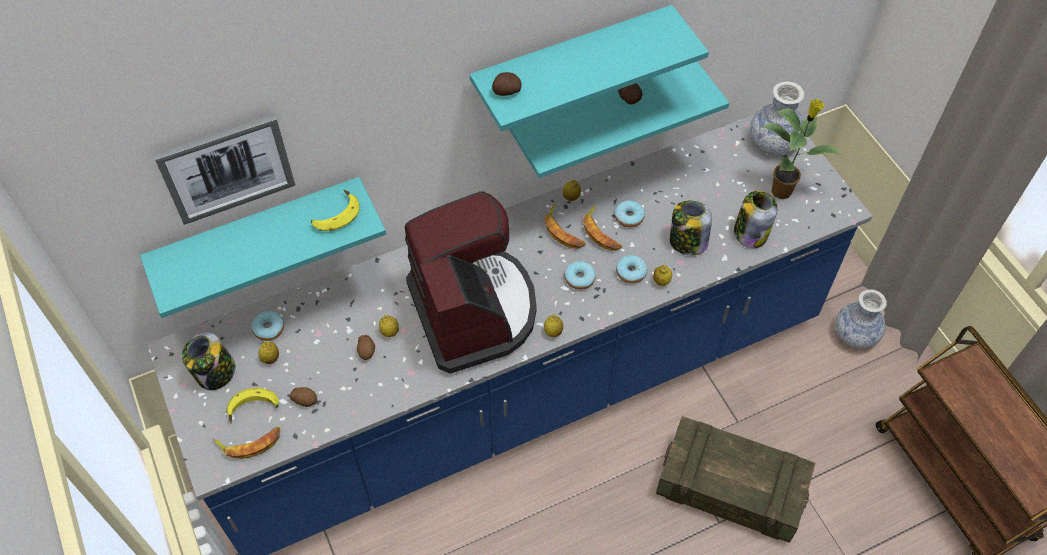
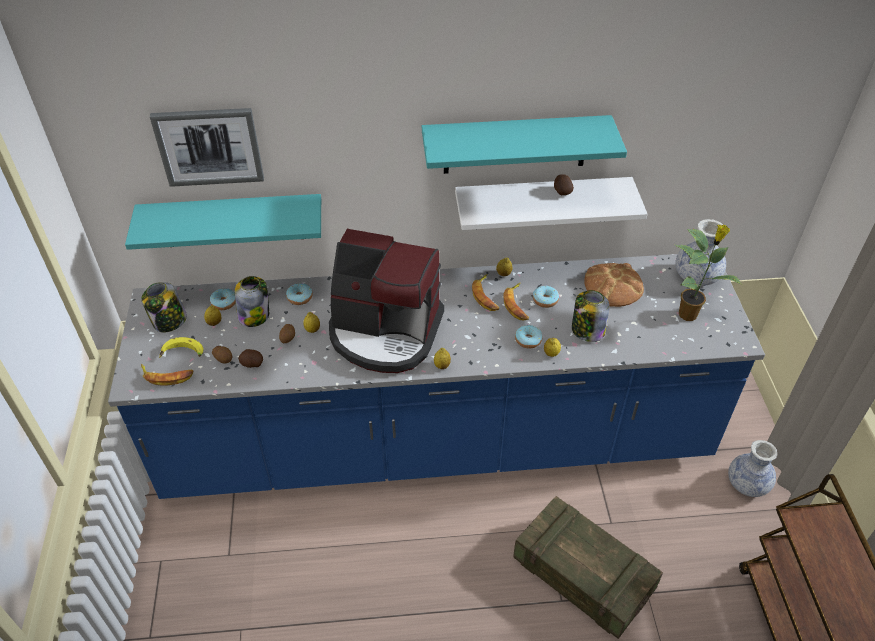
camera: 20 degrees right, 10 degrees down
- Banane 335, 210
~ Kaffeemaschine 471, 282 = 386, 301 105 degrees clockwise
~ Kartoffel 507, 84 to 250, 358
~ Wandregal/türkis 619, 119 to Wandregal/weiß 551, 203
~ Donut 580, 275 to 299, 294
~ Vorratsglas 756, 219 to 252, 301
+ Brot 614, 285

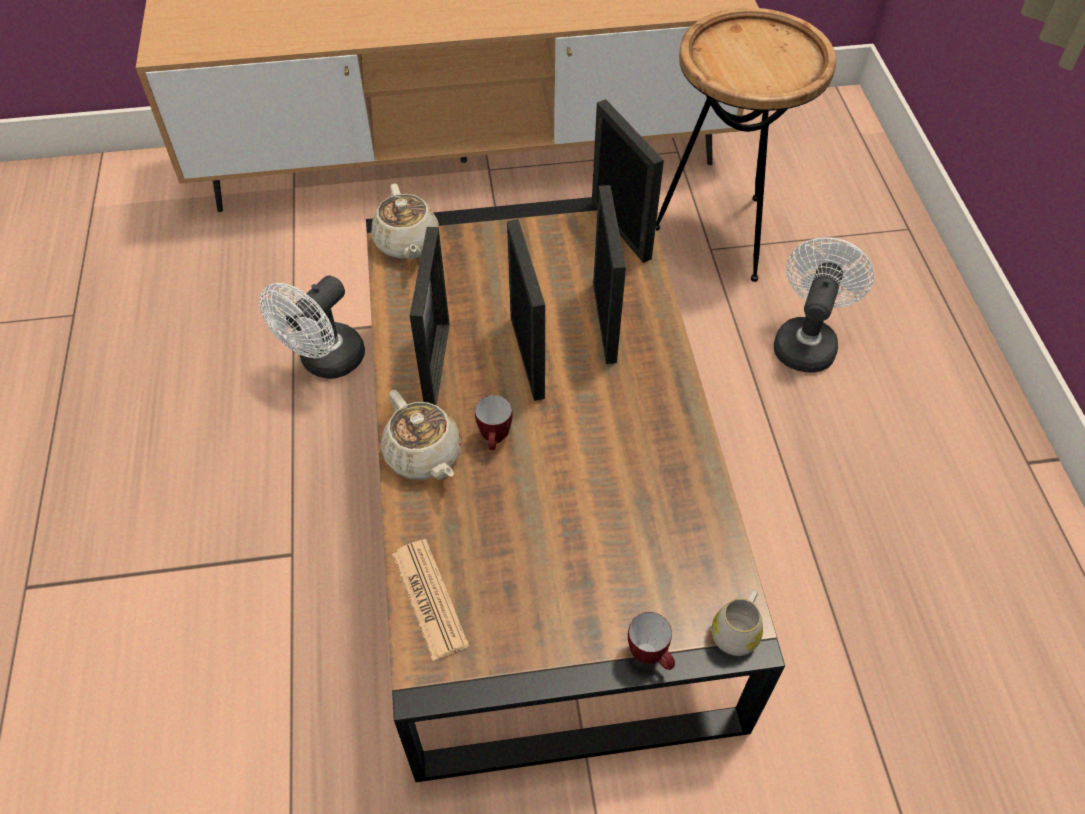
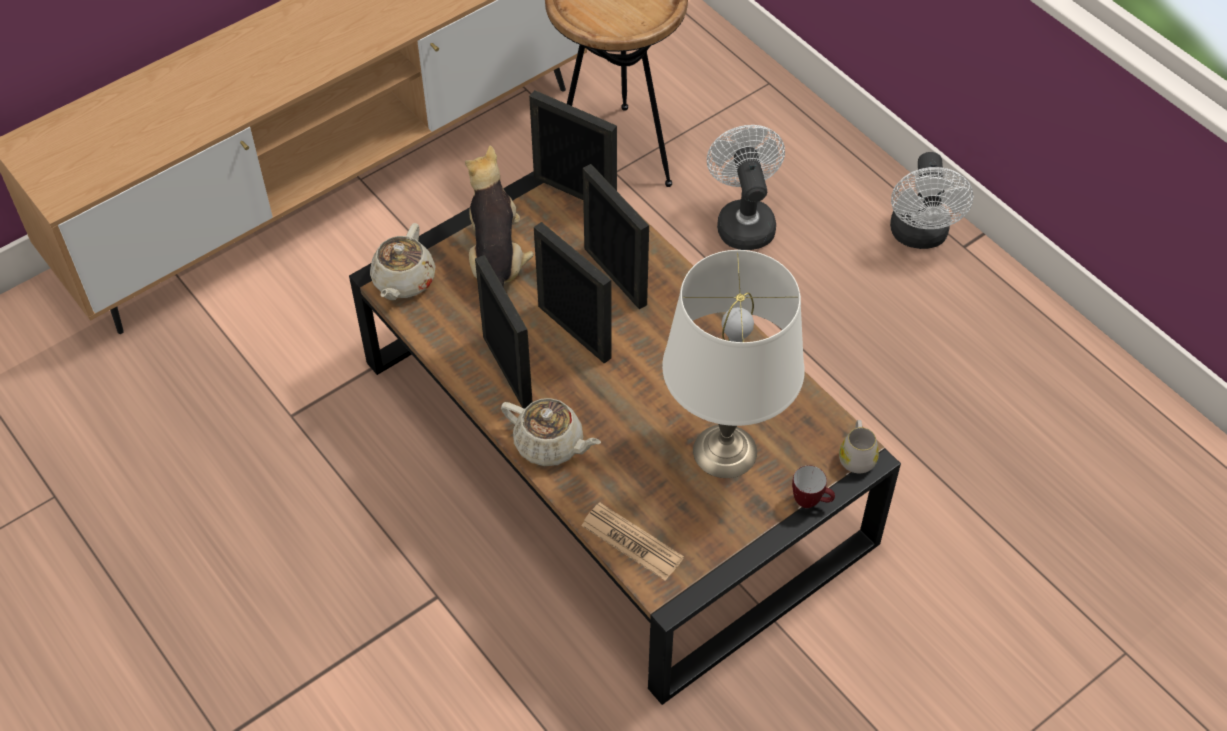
camera: 30 degrees left, 0 degrees up
~ Ventilator/weiß 312, 327 to 932, 200
~ Teekanne/beige 405, 221 = 403, 261 60 degrees clockwise
- Henkelbecher 493, 422
+ Plüschtier 499, 216
+ Tischlampe/weiß 733, 364

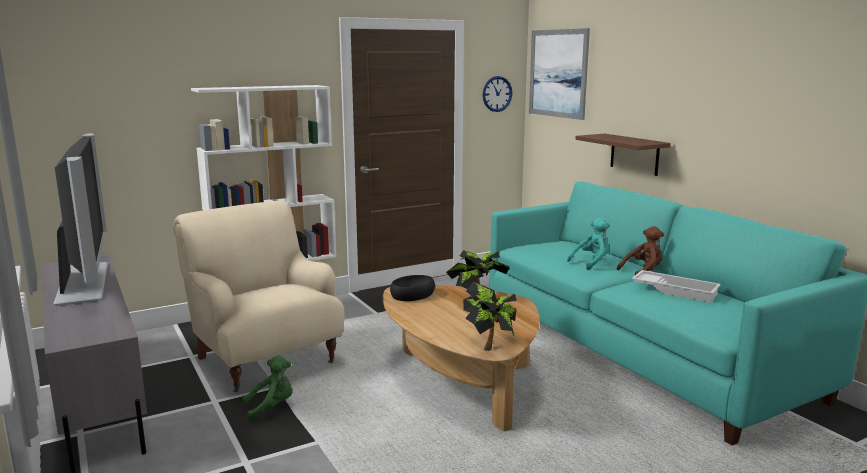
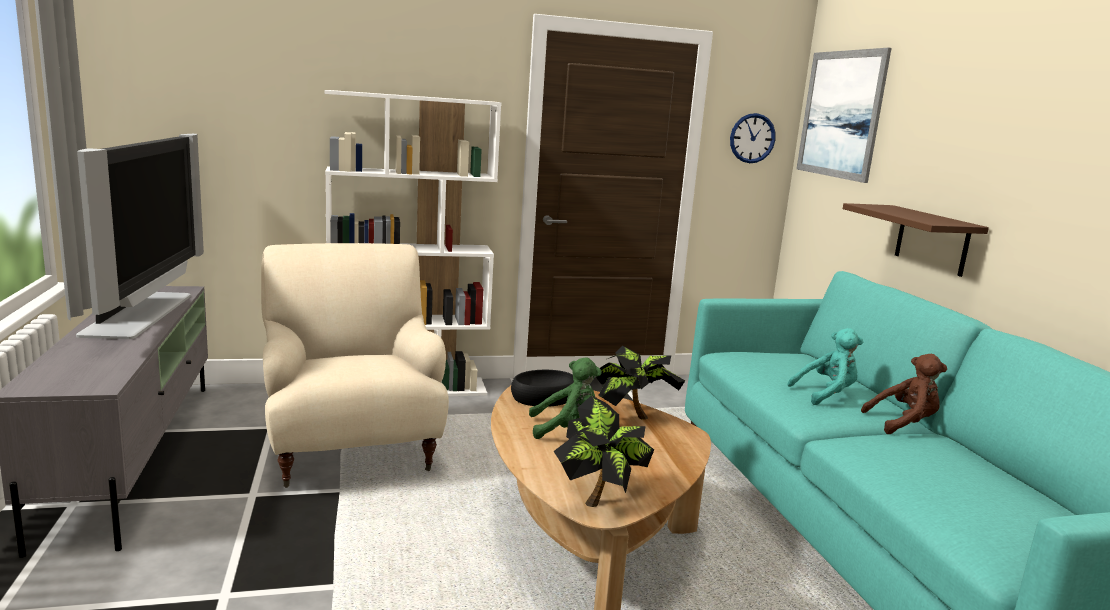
camera: 15 degrees right, 0 degrees up
~ Plüschtier/grün 267, 388 to 565, 398
- Tablett/weiß 676, 286

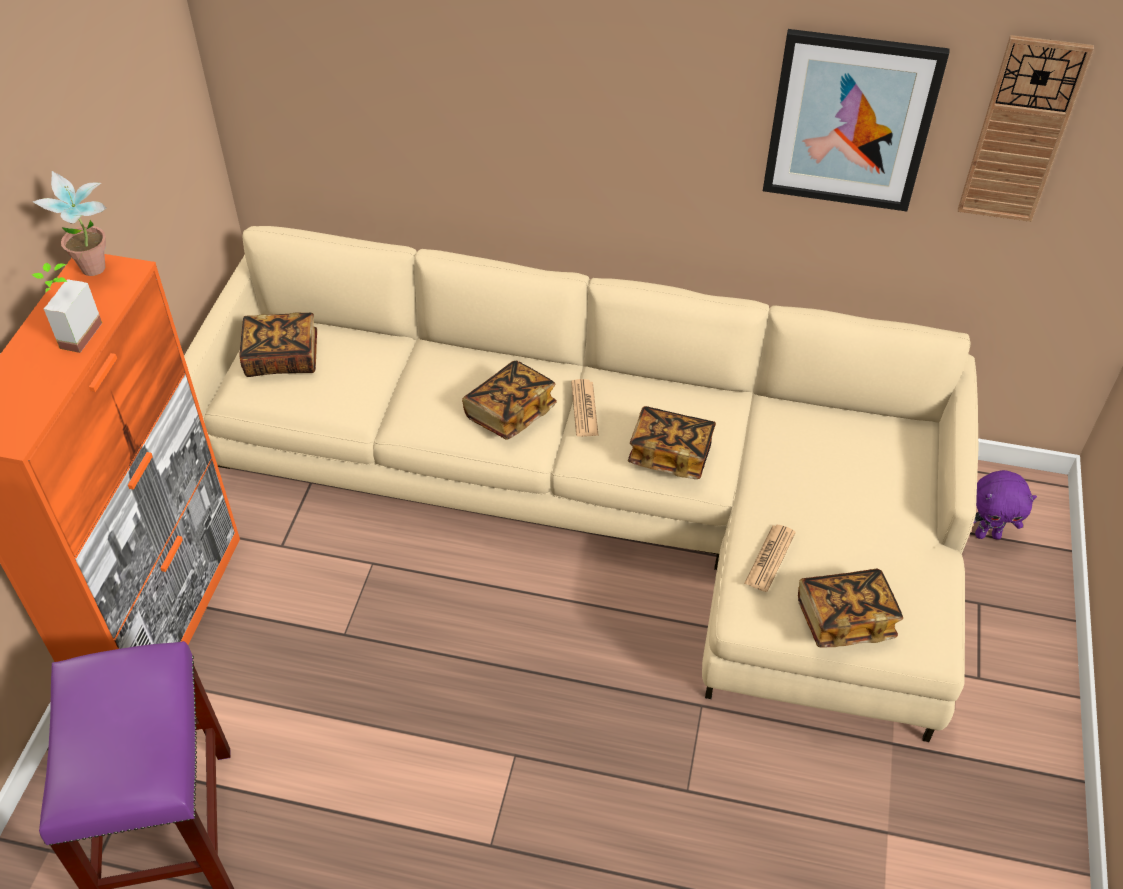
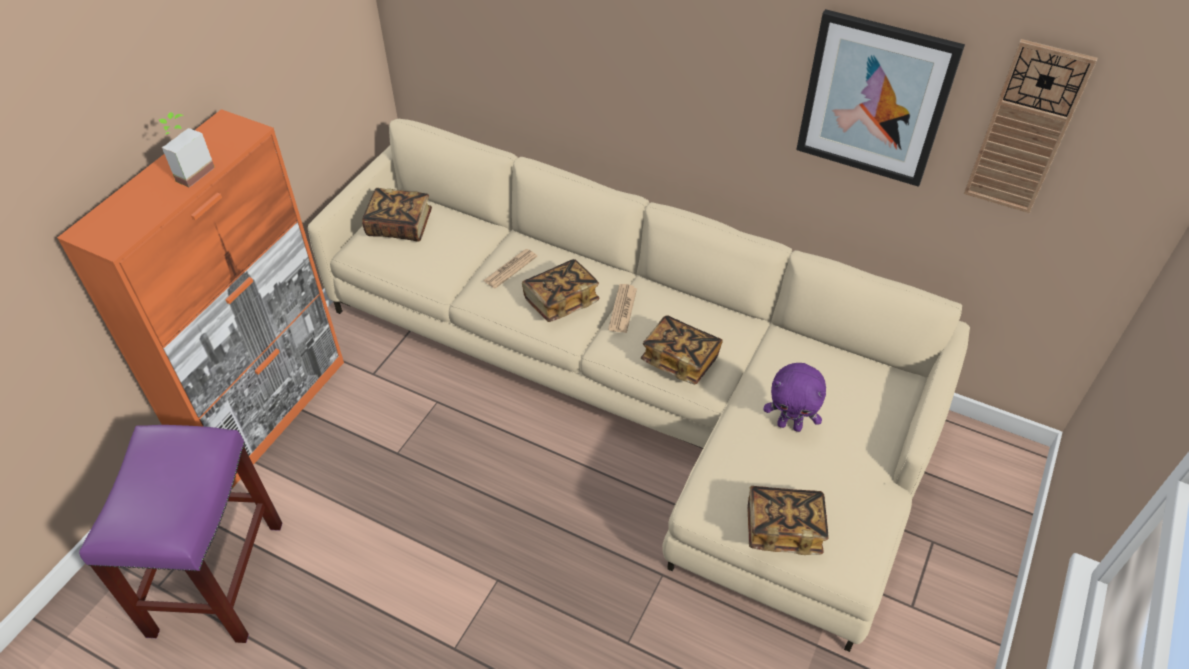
camera: 15 degrees right, 0 degrees up
- Topfpflanze 70, 223
~ Zeitung 770, 558 to 510, 268
~ Plüschtier/lila 1005, 505 to 795, 397

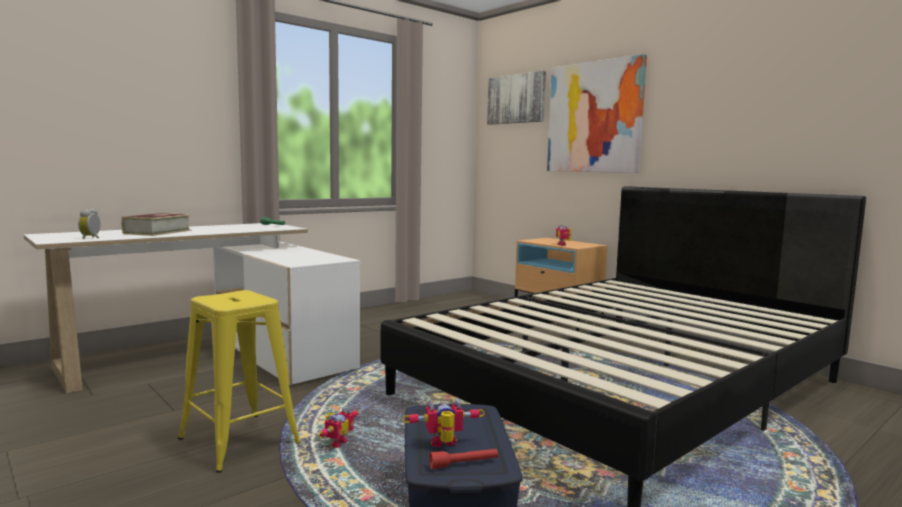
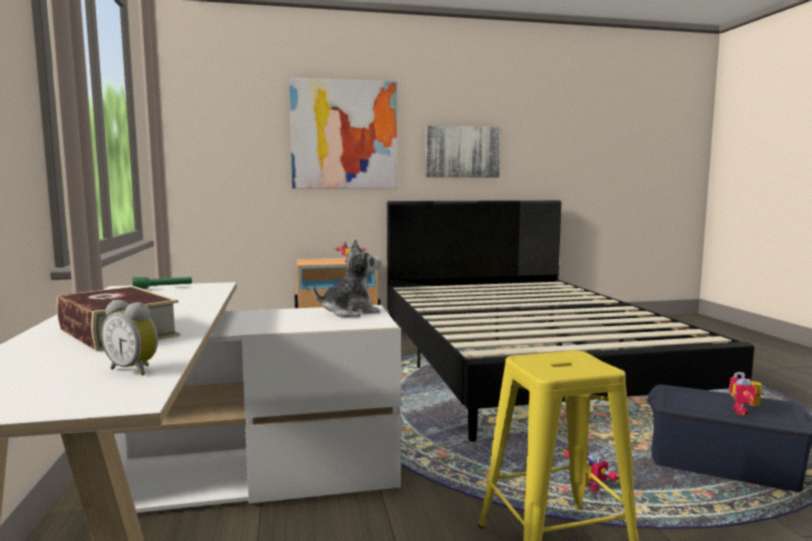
camera: 60 degrees left, 0 degrees up
- Taschenlampe/rot 463, 459
~ Bild 516, 98 to 463, 152
+ Plüschtier 347, 278

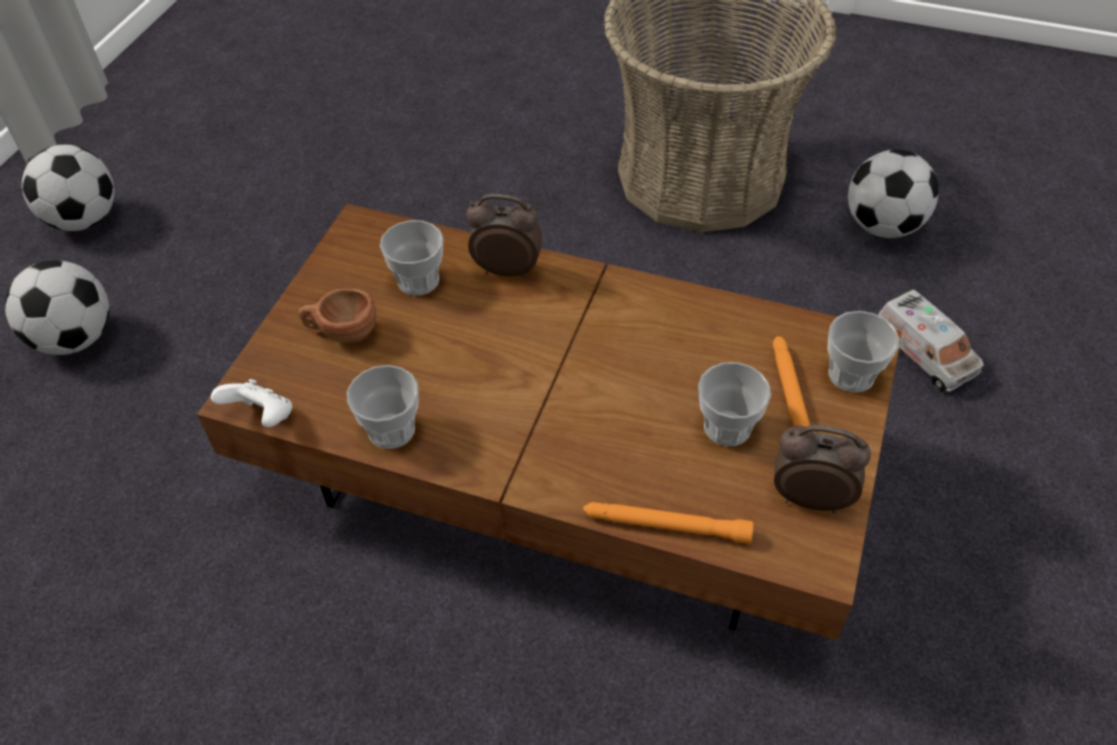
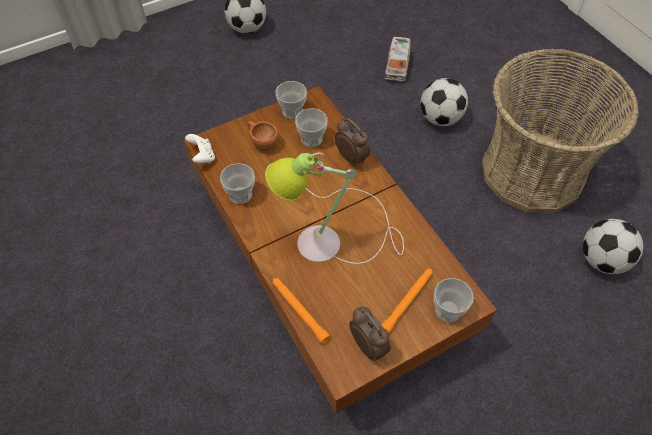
camera: 40 degrees right, 5 degrees up
~ Fußball 57, 307 to 444, 102
~ Tasse 734, 404 to 291, 100
~ Spielzeuglaster 931, 341 to 397, 59
+ Tischlampe 334, 208

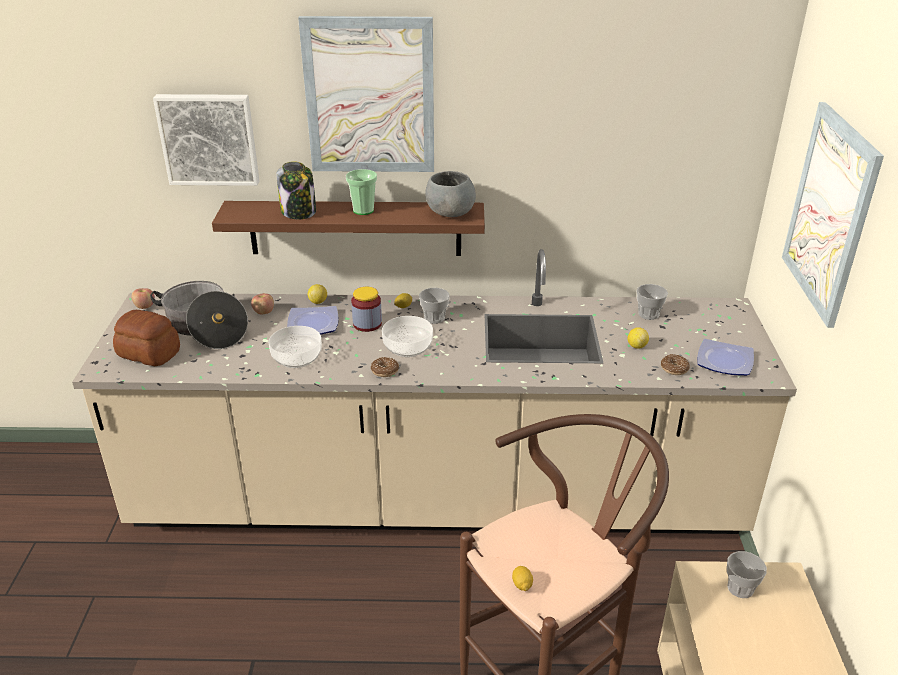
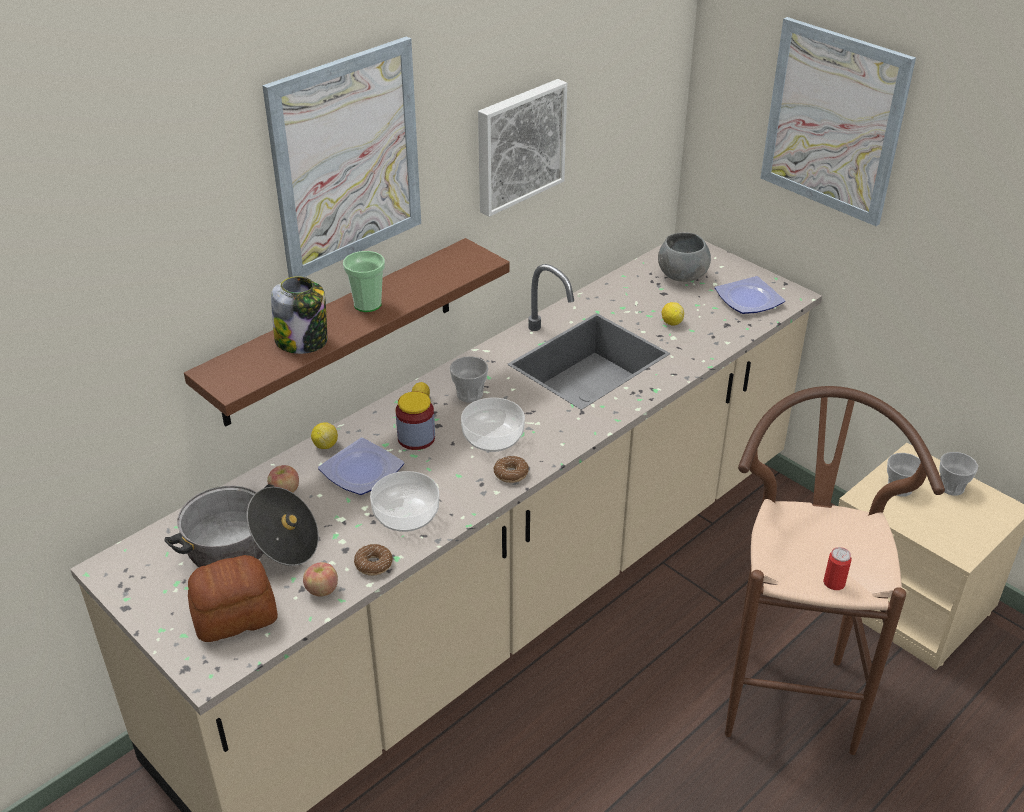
camera: 45 degrees left, 5 degrees up
~ Apfel 143, 298 to 320, 579
~ Bild 206, 140 to 522, 148
~ Schüssel/grau 450, 194 to 684, 257
~ Zitrone 522, 578 to Dose 837, 568
~ Tasse 652, 302 to 958, 474
~ Donut 675, 364 to 373, 560

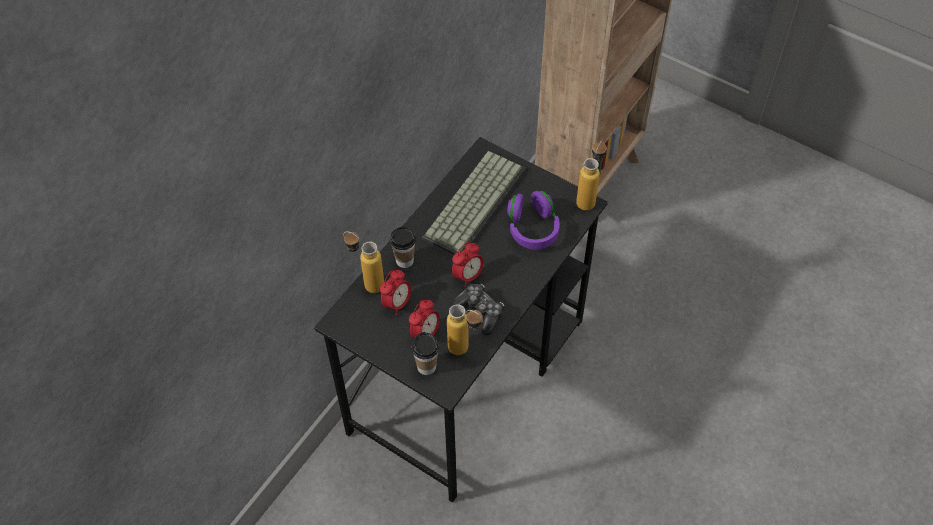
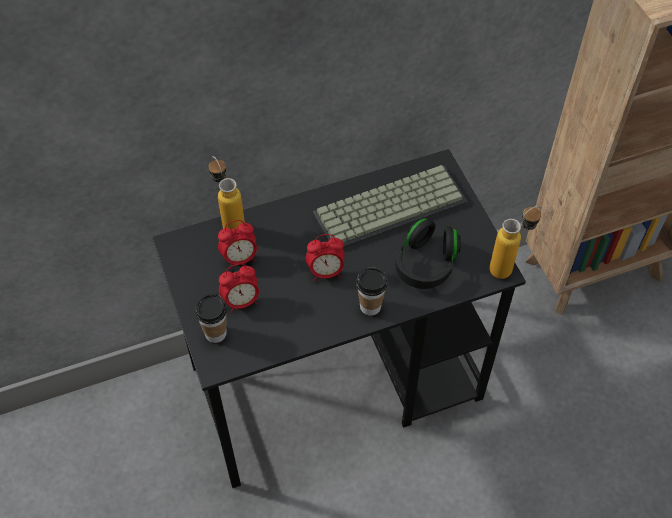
camera: 35 degrees right, 0 degrees up
~ Tasse 403, 247 to 371, 291
- Flasche 465, 329
- Gamepad 478, 309
~ Kopfhörer/lila 533, 220 to Kopfhörer/schwarz 428, 253

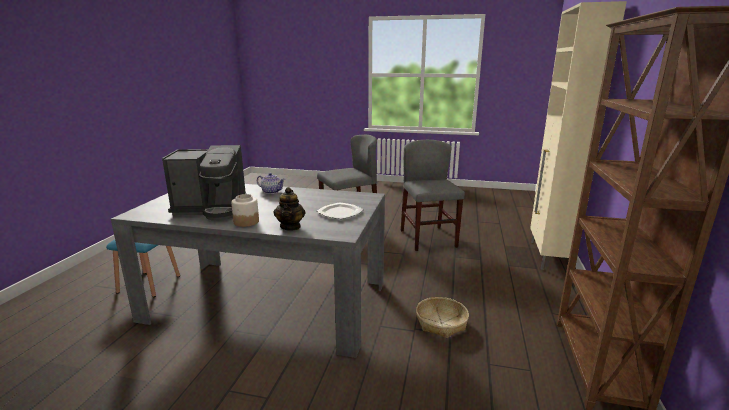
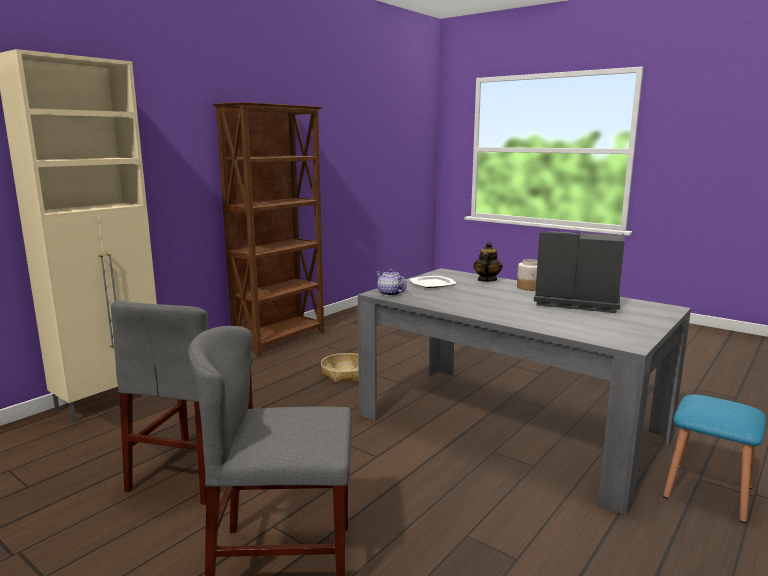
camera: 155 degrees left, 5 degrees down
~ Teekanne 271, 183 to 391, 282

